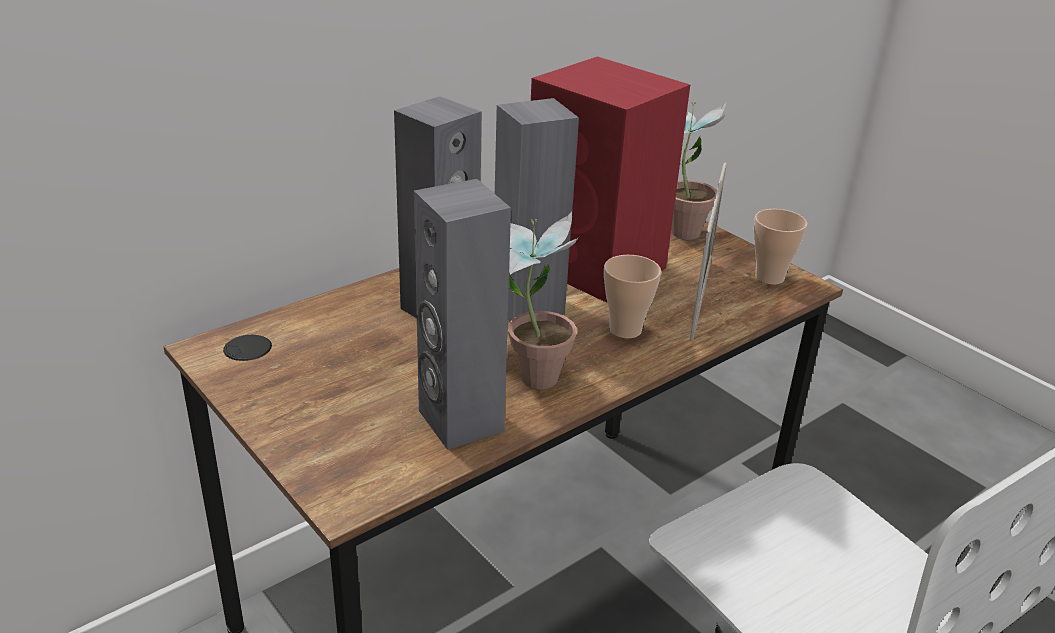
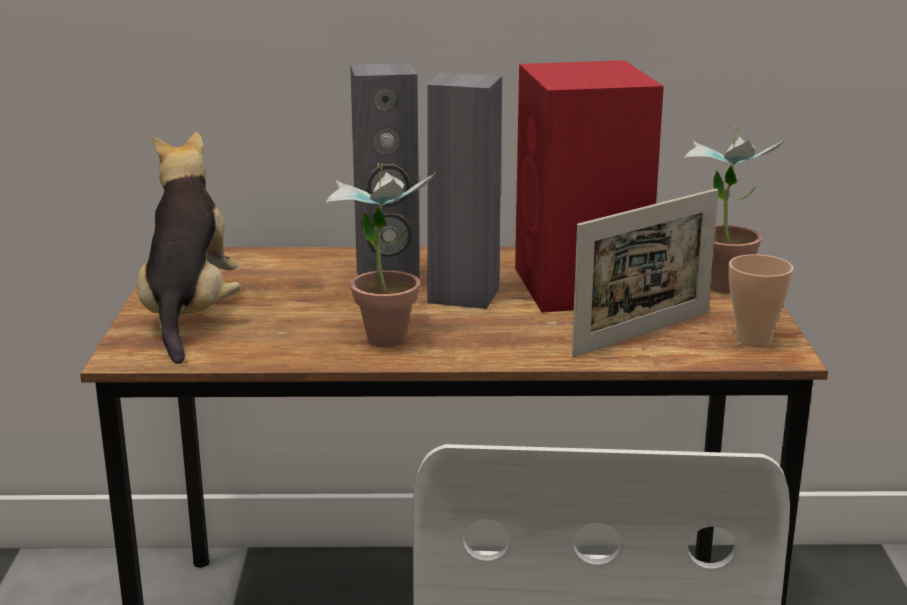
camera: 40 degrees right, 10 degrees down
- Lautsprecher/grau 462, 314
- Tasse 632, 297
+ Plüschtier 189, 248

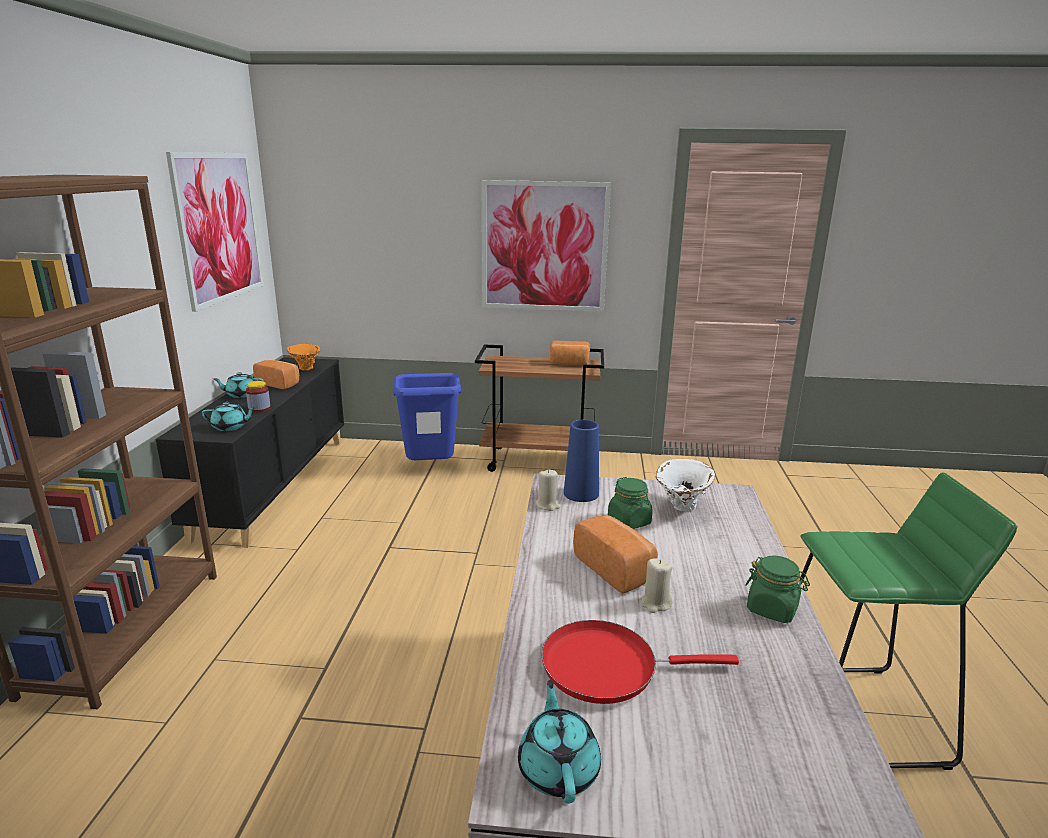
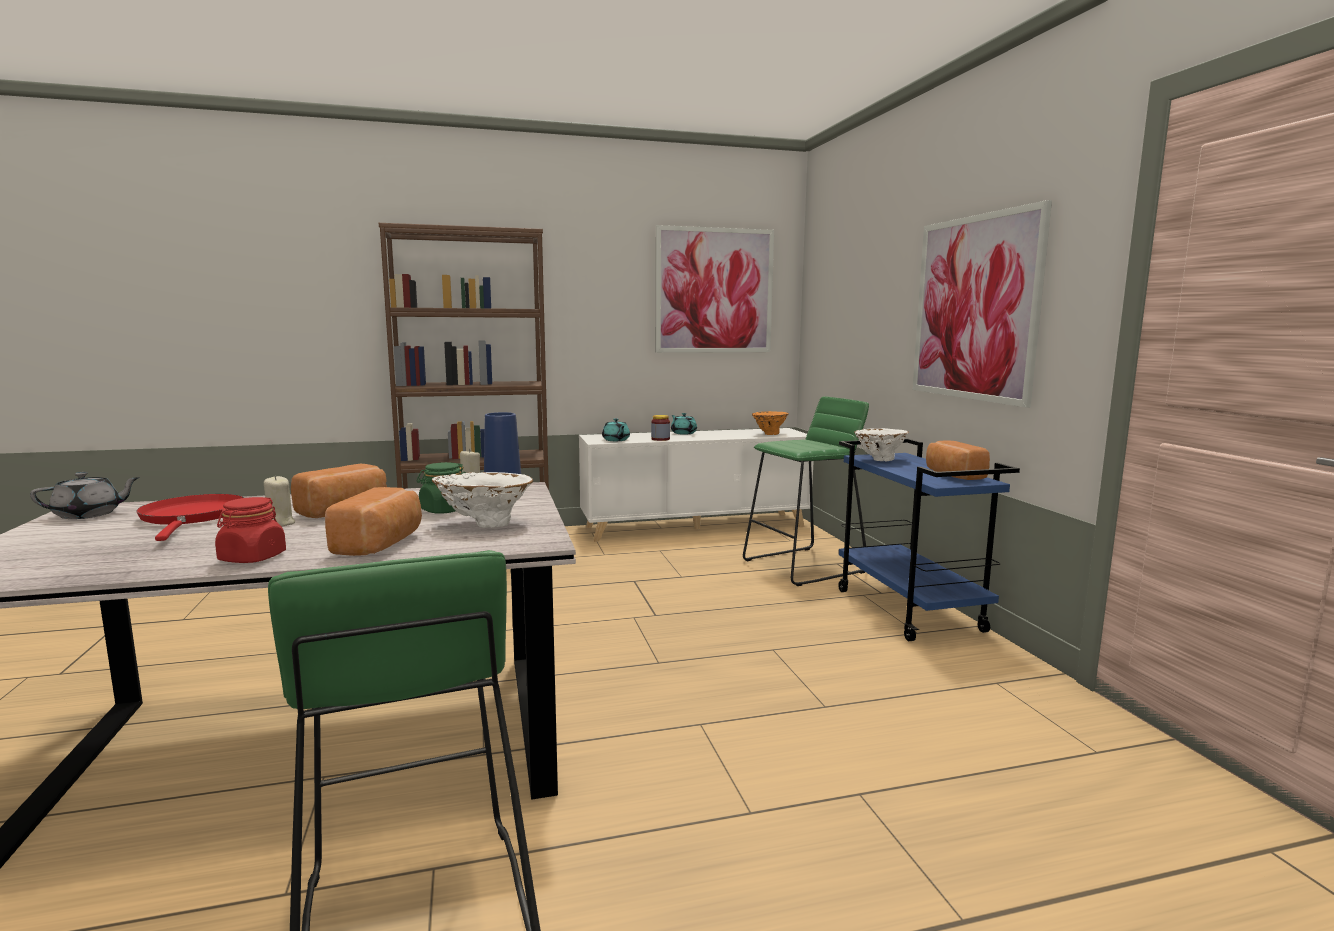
camera: 70 degrees right, 10 degrees down
~ Schrank/schwarz 249, 452 to Schrank/weiß 696, 485
~ Brot 276, 374 to 373, 521
~ Mülleimer/blau 427, 416 to Hocker/grün 806, 491
~ Rollwagen/braun 539, 408 to Rollwagen/blau 929, 540
~ Teekanne/türkis 559, 741 to Teekanne/grau 85, 495
~ Vorratsglas/grün 777, 589 to Vorratsglas/rot 250, 530
+ Vase/weiß 881, 444

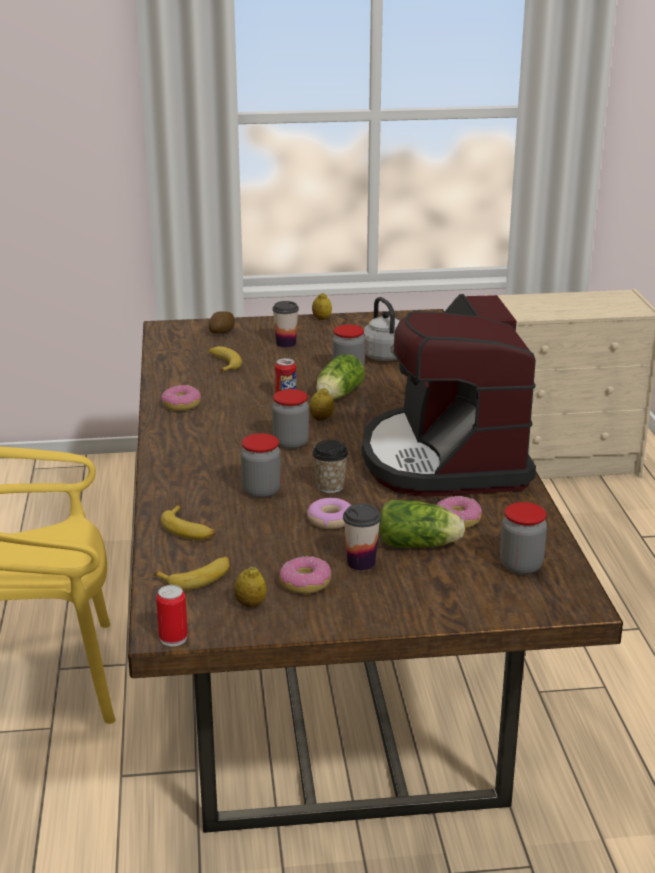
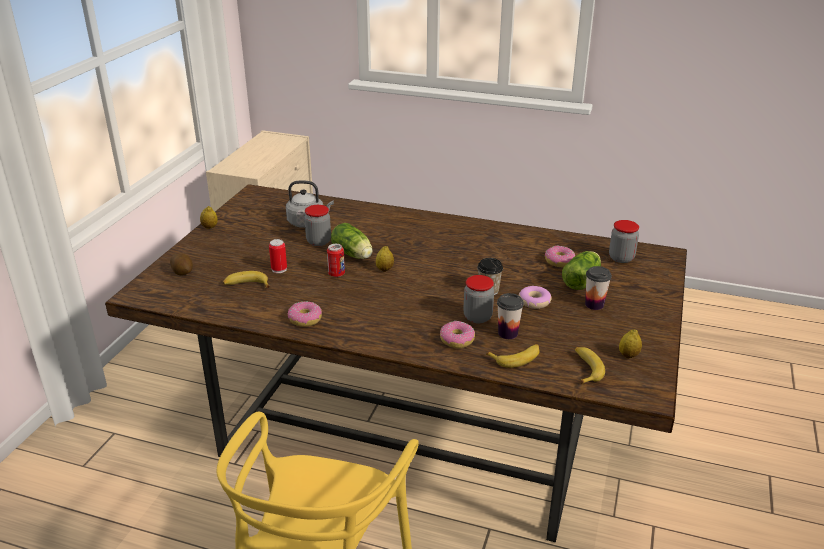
camera: 65 degrees left, 5 degrees up
~ Dose 172, 615 to 278, 256
~ Tasse 285, 324 to 510, 316
- Vorratsglas 290, 419
~ Donut 305, 575 to 457, 334
- Kaffeemaschine 449, 395

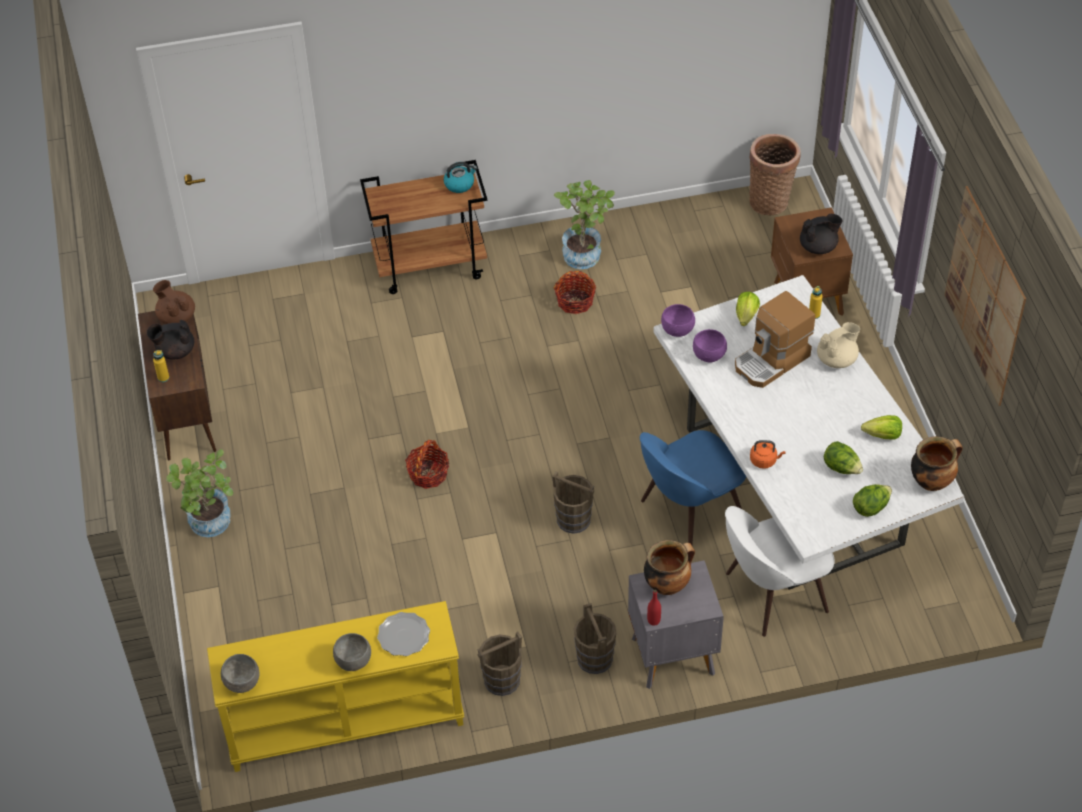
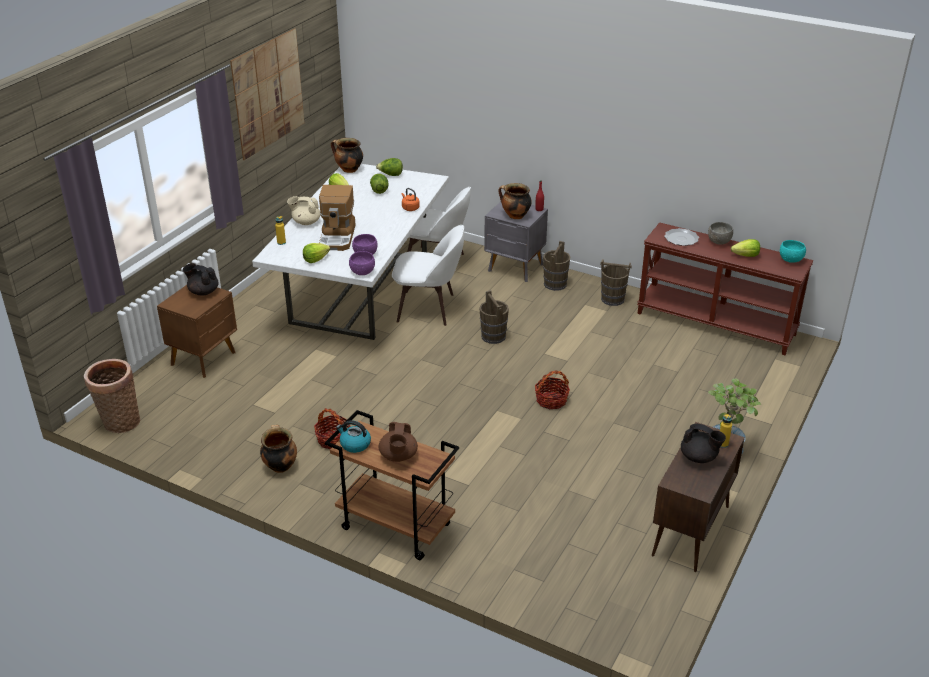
camera: 140 degrees left, 15 degrees down
~ Teekanne/braun 174, 302 to 398, 442
~ Konsolentisch/gelb 335, 686 to Konsolentisch/braun 725, 288
~ Schüssel/grau 240, 673 to Schüssel/türkis 793, 251
~ Topfpflanze 584, 224 to Kochtopf 278, 449
~ Stuhl/blau 693, 487 to Stuhl/weiß 428, 275
~ Kaffeemaschine 775, 339 = 337, 218 90 degrees clockwise
+ Salatkopf 745, 248

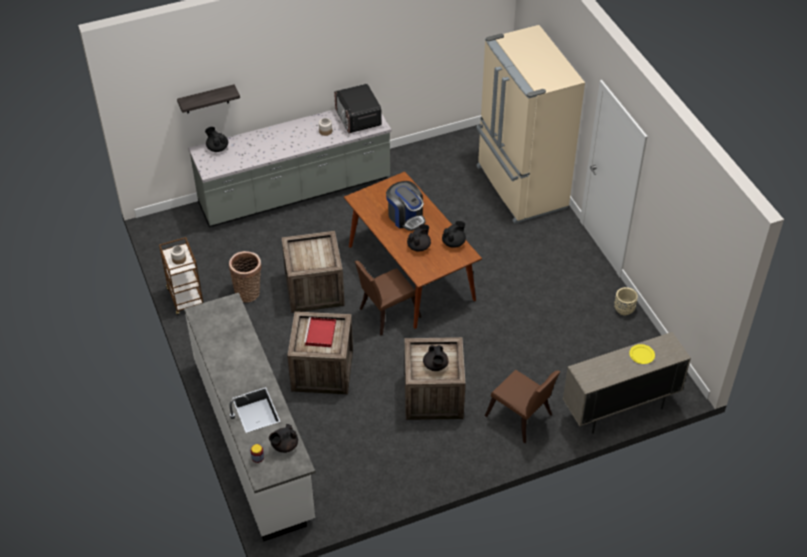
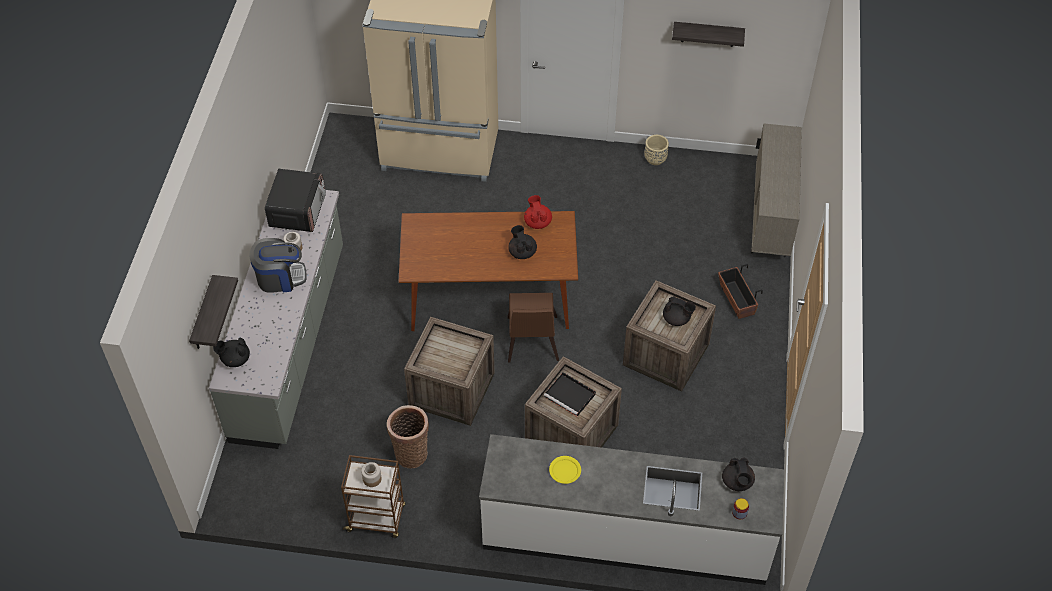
camera: 60 degrees left, 5 degrees up
~ Tablett/rot 320, 332 to Tablett/schwarz 570, 394
~ Mikrowelle 358, 108 = 295, 200 90 degrees counterclockwise
~ Kaffeemaschine 406, 206 to 278, 265
~ Teekanne/schwarz 454, 234 to Teekanne/rot 538, 212
~ Stuhl/braun 522, 406 to Pflanzkübel 740, 291
~ Teller/gelb 642, 354 to 565, 470
+ Wandregal 708, 34

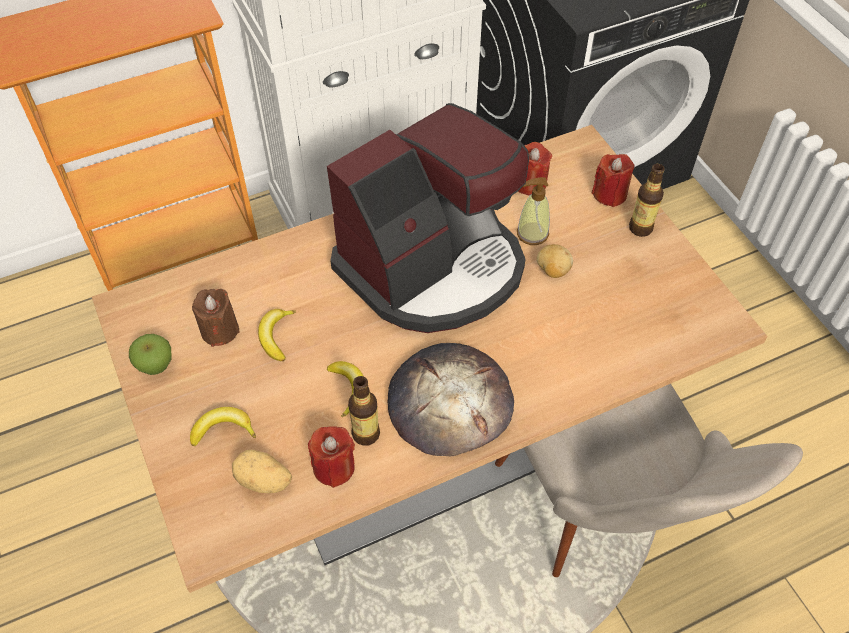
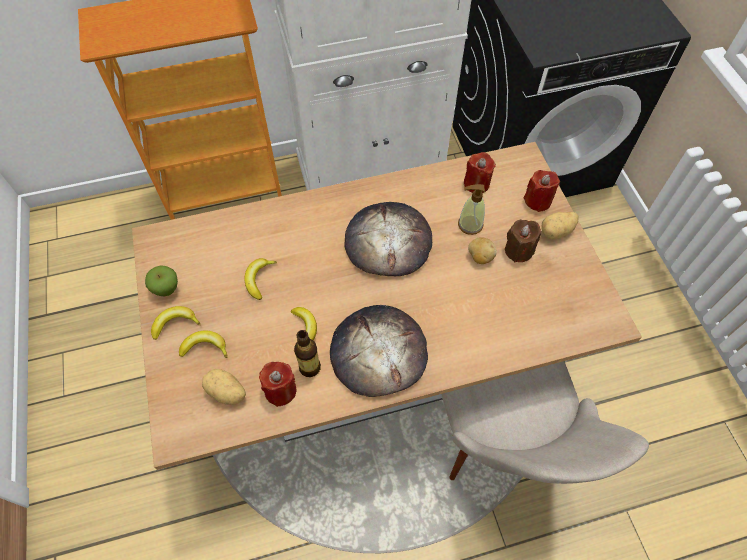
camera: 10 degrees right, 5 degrees up
~ Kerze/braun 215, 318 to 523, 241
~ Kaffeemaschine 428, 218 to Brot 388, 239
~ Flasche 647, 200 to Kartoffel 559, 225
+ Banane 176, 323

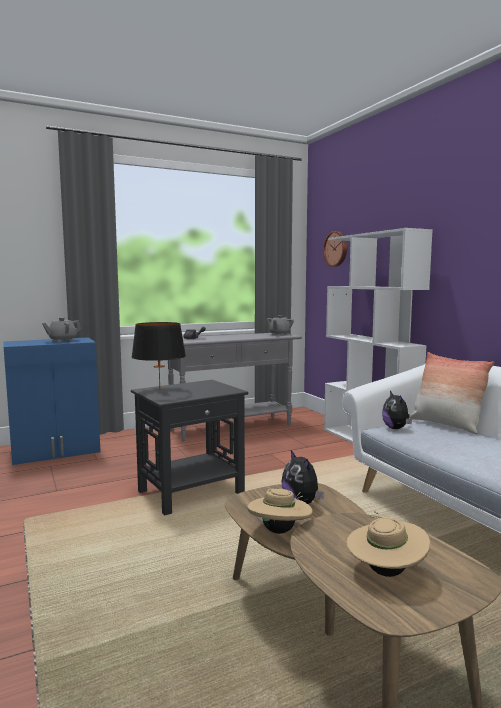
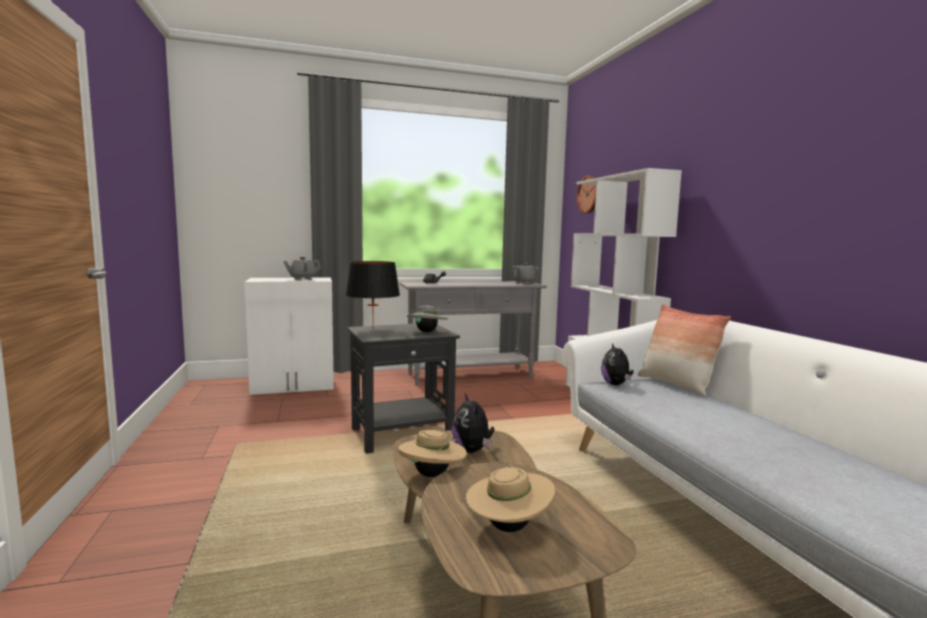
camera: 10 degrees right, 0 degrees up
~ Schrank/blau 51, 401 to Schrank/weiß 289, 336
+ Hut/grau 427, 319

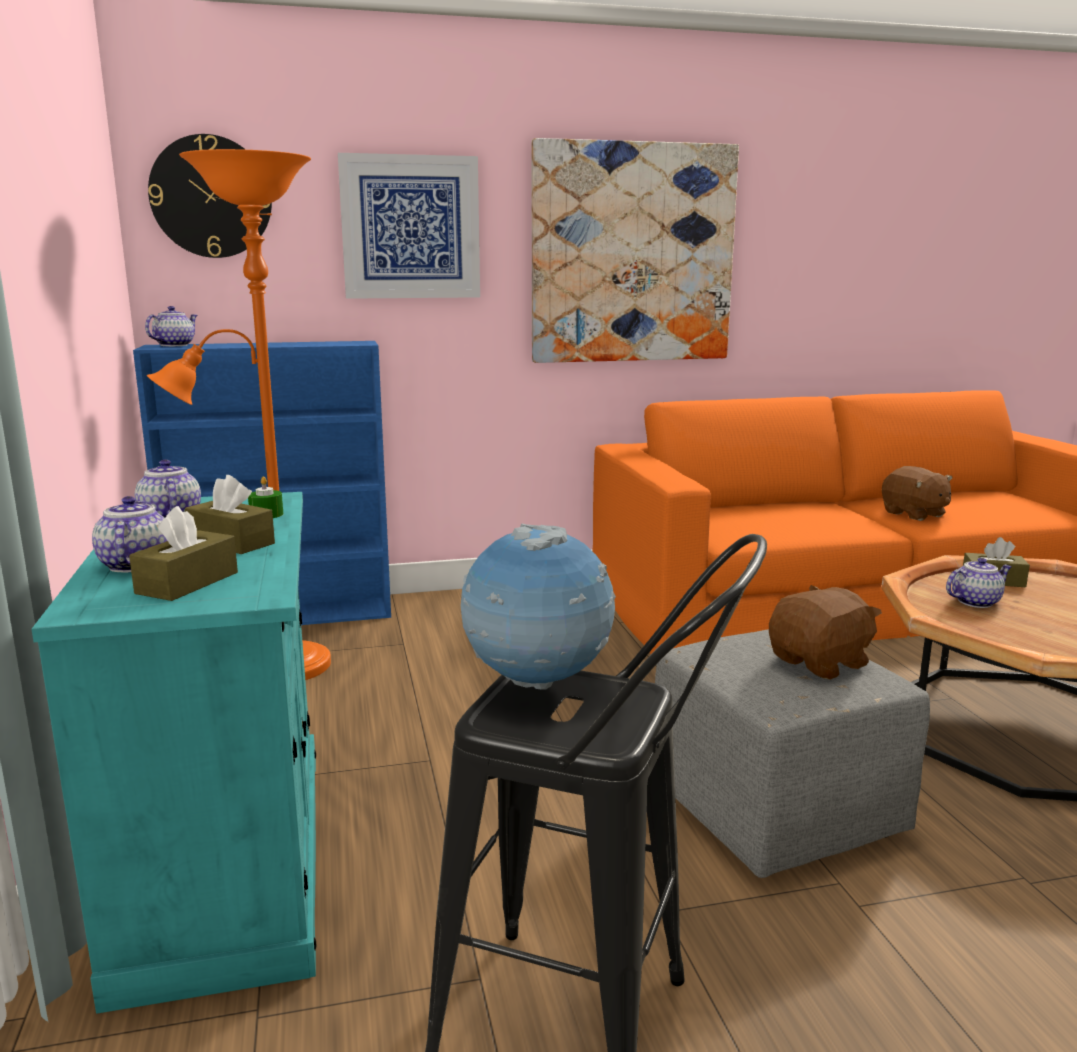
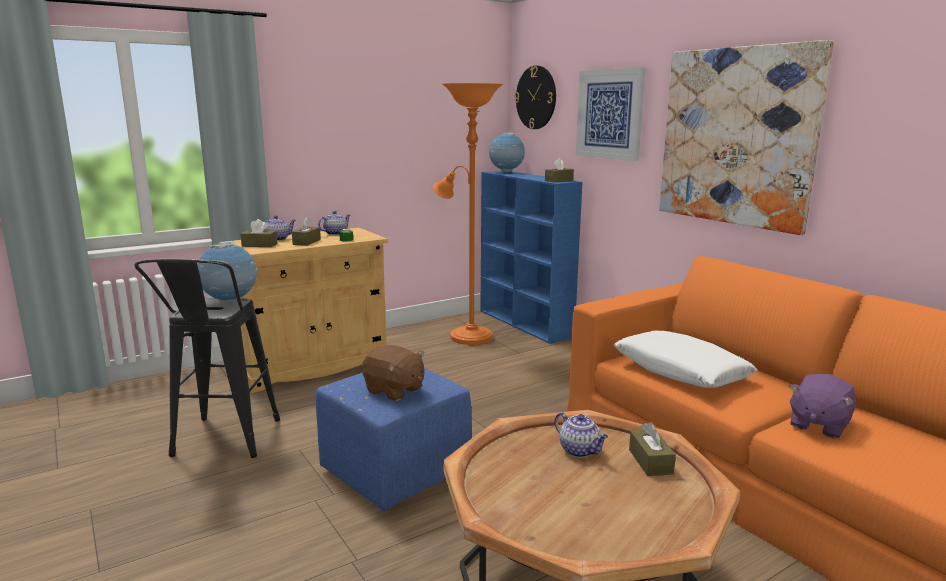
camera: 70 degrees right, 0 degrees up
~ Schrank/türkis 174, 753 to Schrank/beige 303, 310
~ Teekanne 171, 326 to Globus 507, 152
~ Polsterhocker/grau 792, 753 to Polsterhocker/blau 394, 439
~ Plüschtier/braun 917, 493 to Plüschtier/lila 822, 406
+ Taschentuchbox/braun 559, 170
+ Kissen/weiß 685, 359

